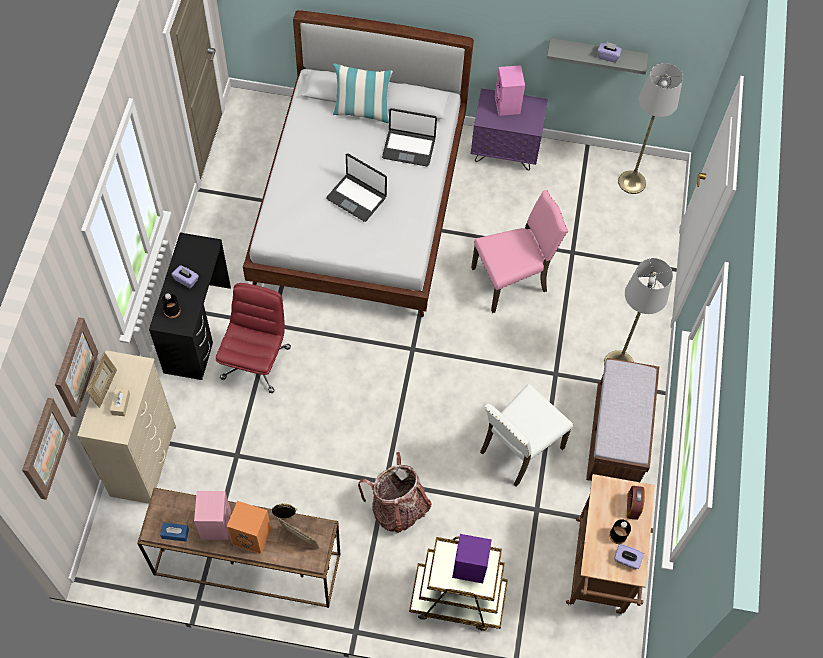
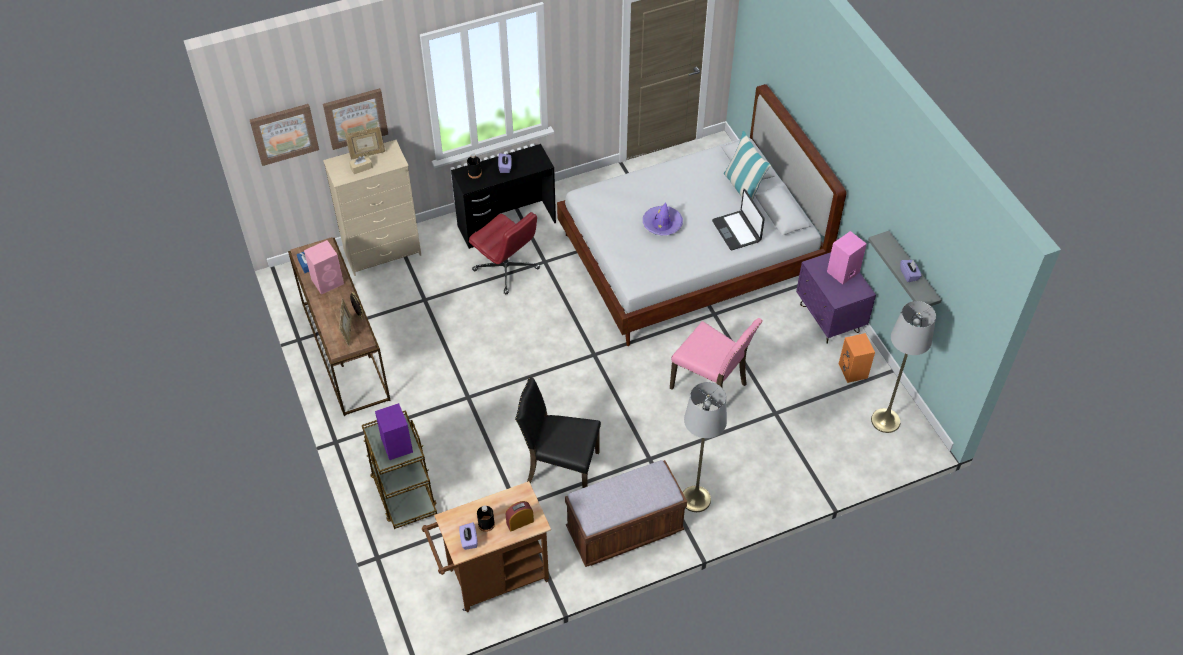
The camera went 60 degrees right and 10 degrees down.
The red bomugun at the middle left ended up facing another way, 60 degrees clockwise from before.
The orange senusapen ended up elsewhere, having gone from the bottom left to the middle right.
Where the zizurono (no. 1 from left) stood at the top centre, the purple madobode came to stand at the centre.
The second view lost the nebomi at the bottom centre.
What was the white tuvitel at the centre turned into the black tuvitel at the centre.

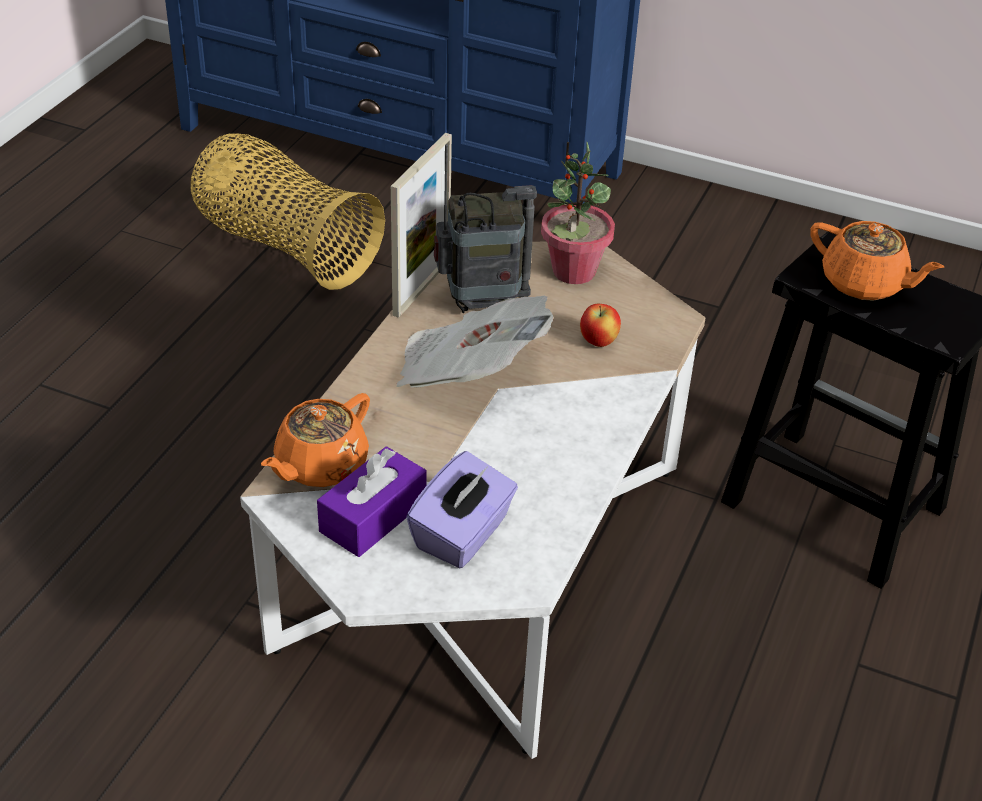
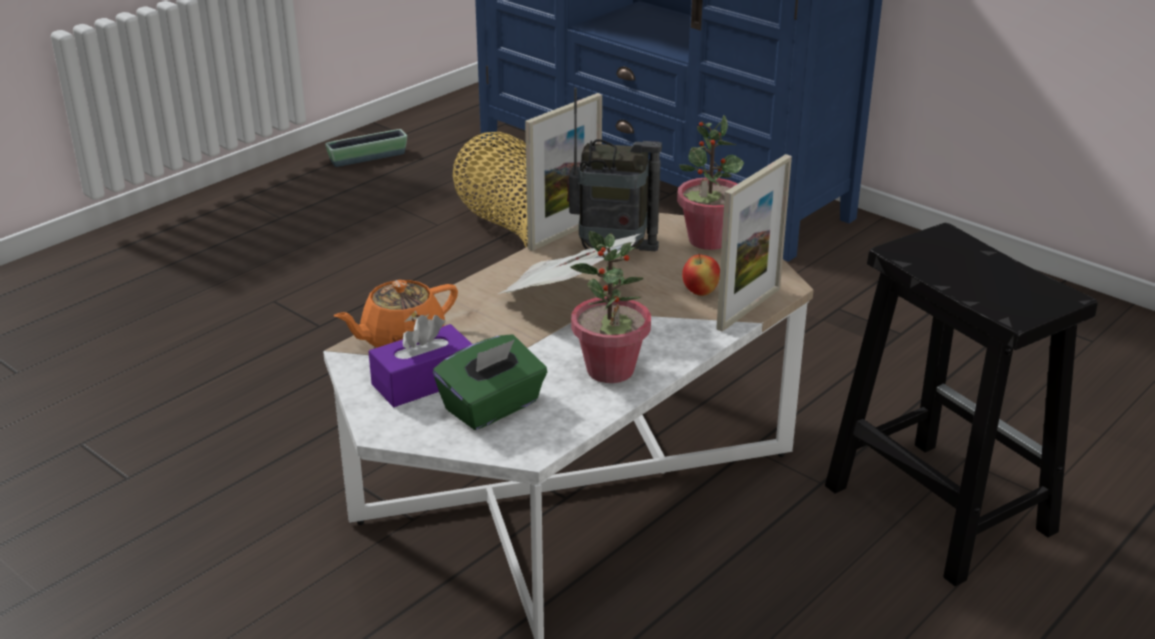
The camera went 20 degrees right and 10 degrees down.
What was the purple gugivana (no. 2 from left) at the centre turned into the green gugivana at the centre.
The second view lost the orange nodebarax (no. 2 from left) at the top right.
The second view gained the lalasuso at the top left.
The second view gained the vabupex (no. 1 from left) at the centre.
The second view gained the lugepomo (no. 2 from left) at the centre.

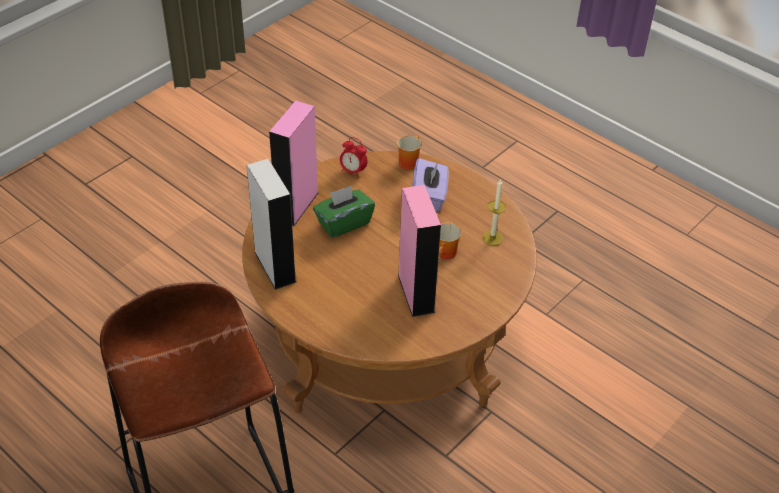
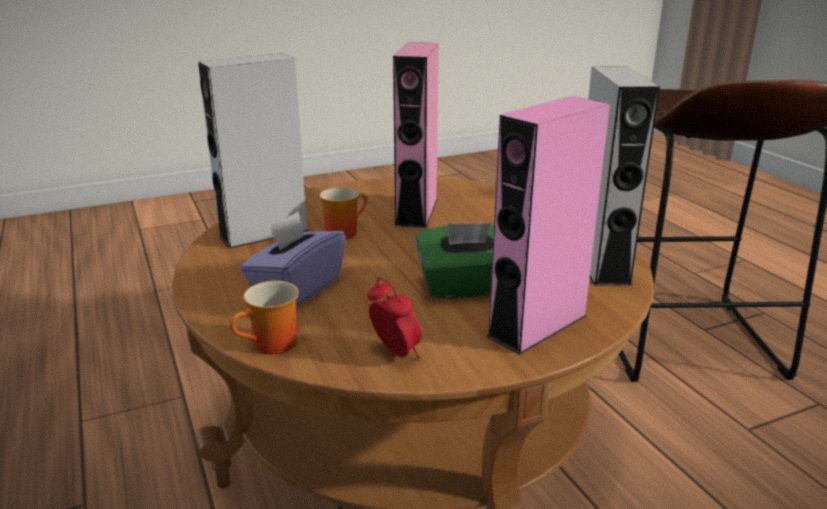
The camera went 155 degrees left and 20 degrees down.
Where the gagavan stood at the centre, the grey senusapen (no. 1 from left) came to stand at the top left.

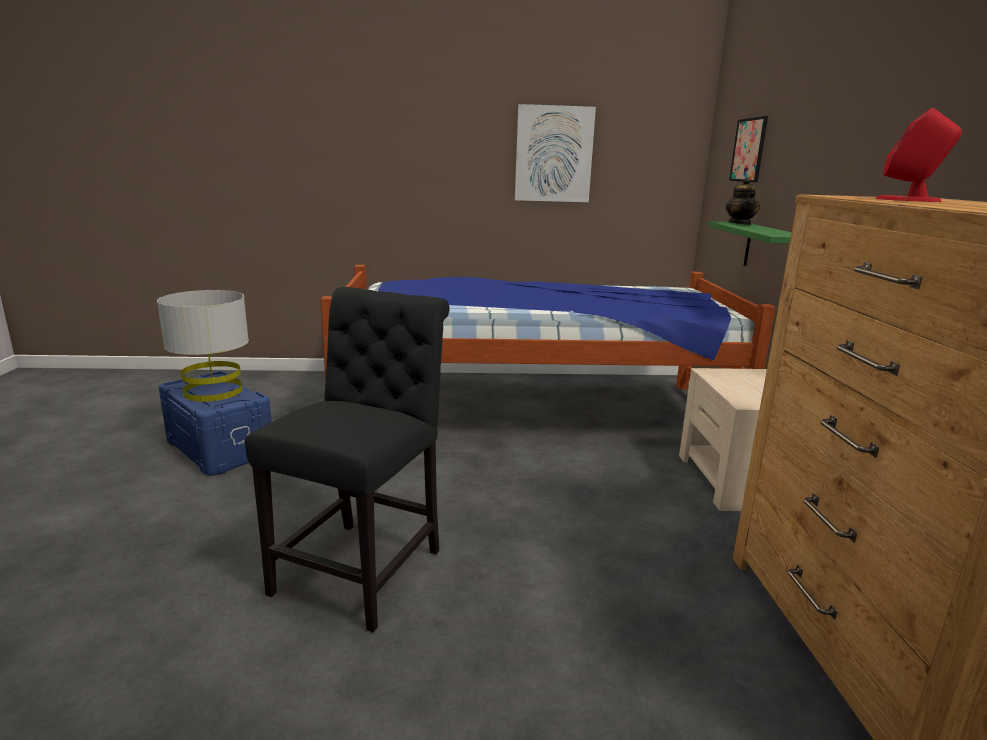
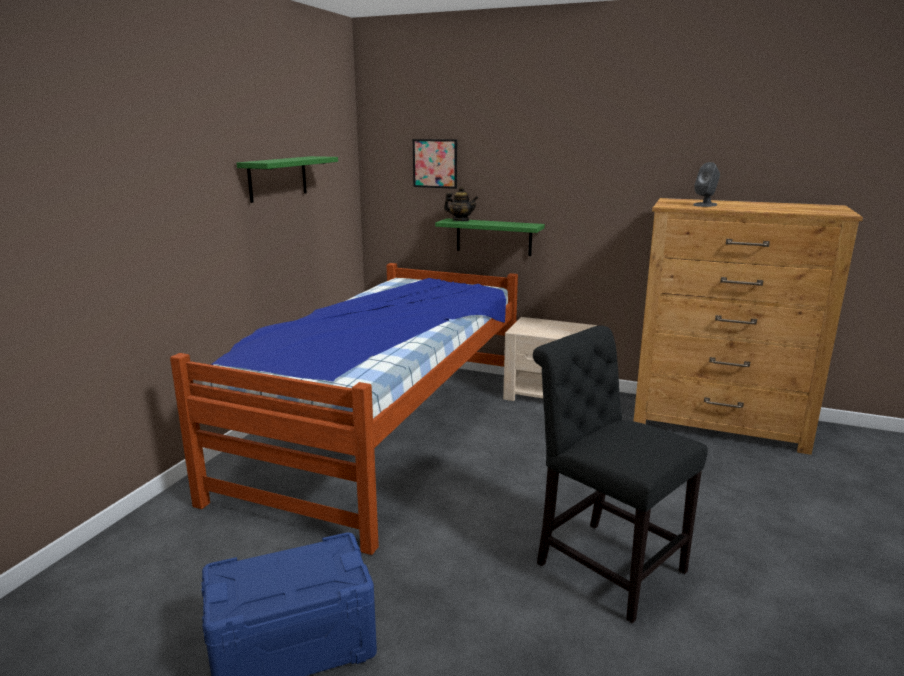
The camera went 65 degrees left and 0 degrees up.
The second view lost the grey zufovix at the middle left.
Where the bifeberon (no. 1 from left) hung at the top centre, the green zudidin (no. 1 from left) came to hang at the top left.
What was the red senusapen at the top right turned into the grey senusapen at the top right.

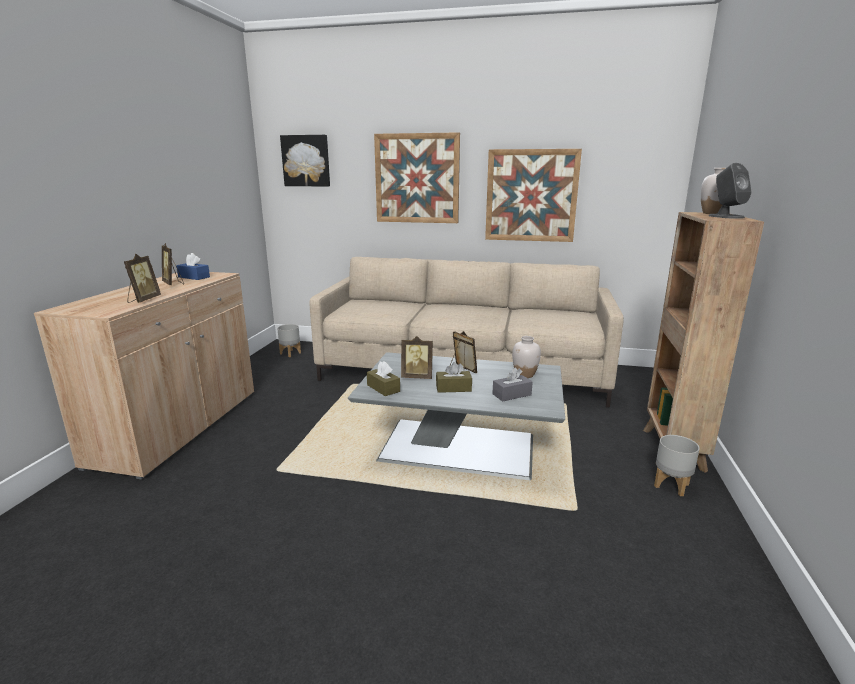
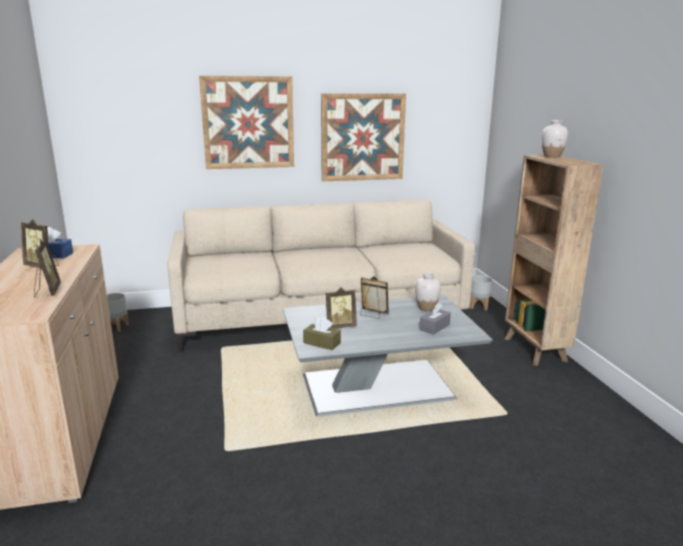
The camera went 25 degrees left and 0 degrees up.
The second view lost the bifeberon (no. 1 from left) at the top centre.
The second view lost the brown gugivana (no. 2 from left) at the centre.
The grey lalasuso (no. 2 from left) ended up elsewhere, having gone from the bottom right to the middle right.
The second view lost the grey senusapen at the top right.

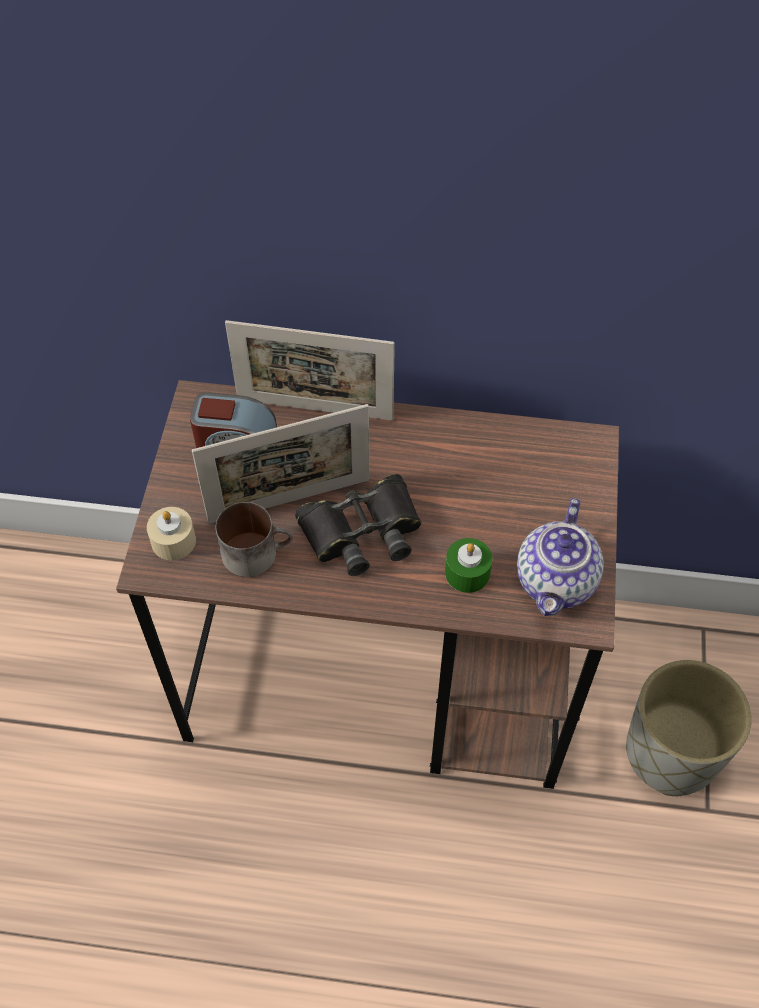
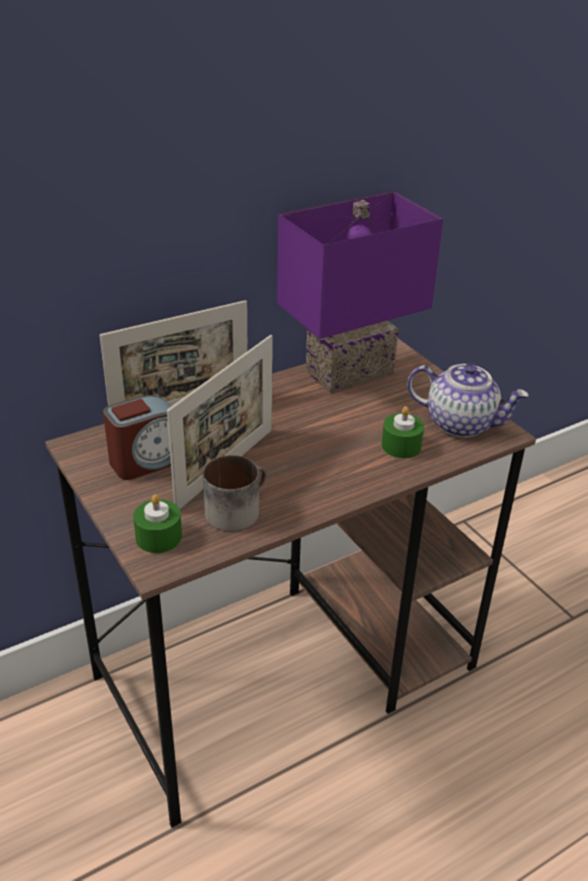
The camera went 40 degrees left and 20 degrees down.
What was the beige gagavan at the middle left turned into the green gagavan (no. 1 from left) at the middle left.
The second view lost the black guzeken at the centre.
The nodebarax at the middle right ended up facing another way, 45 degrees counterclockwise from before.
The second view lost the grey lalasuso at the bottom right.
The second view gained the purple zufovix at the top centre.

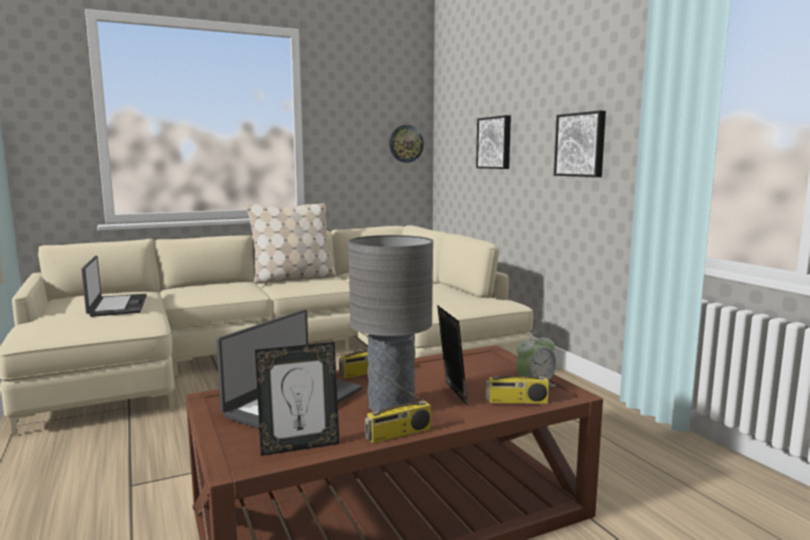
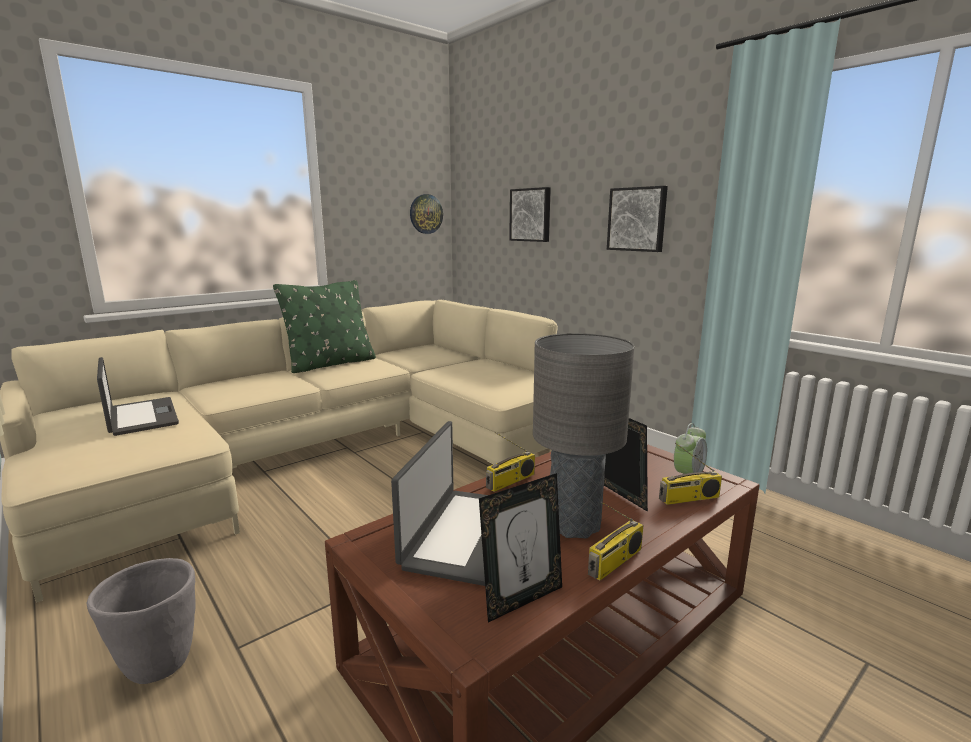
The camera went 15 degrees left and 5 degrees up.
What was the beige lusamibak at the centre turned into the green lusamibak at the centre.
The second view gained the grey lalasuso at the bottom left.

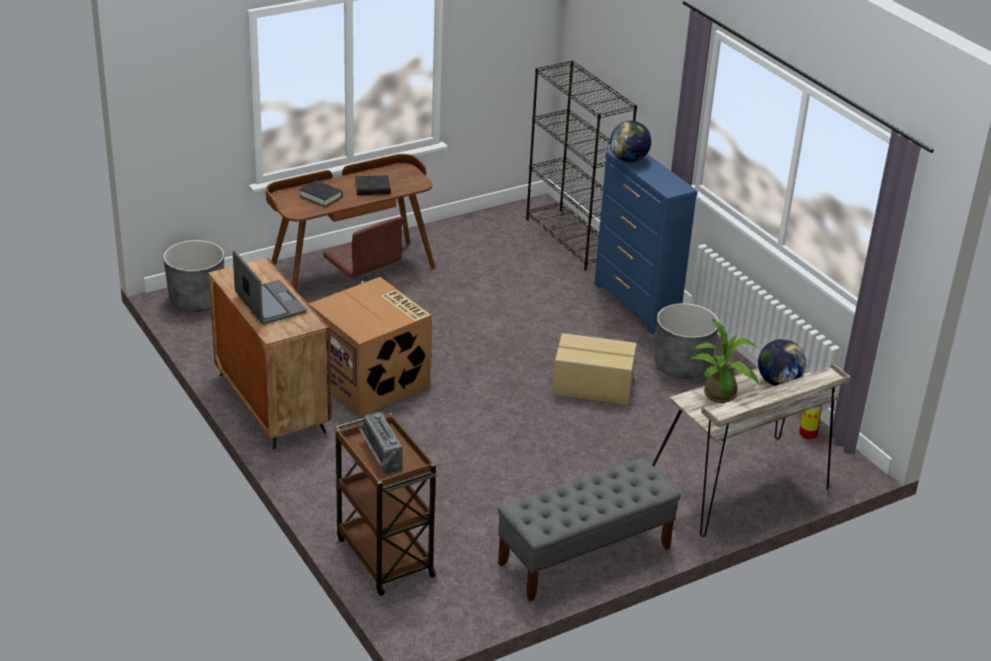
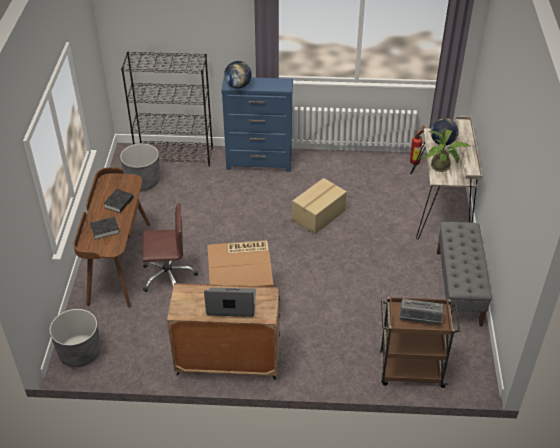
The camera went 55 degrees left and 10 degrees up.
The grey lalasuso (no. 2 from left) ended up elsewhere, having gone from the middle right to the middle left.

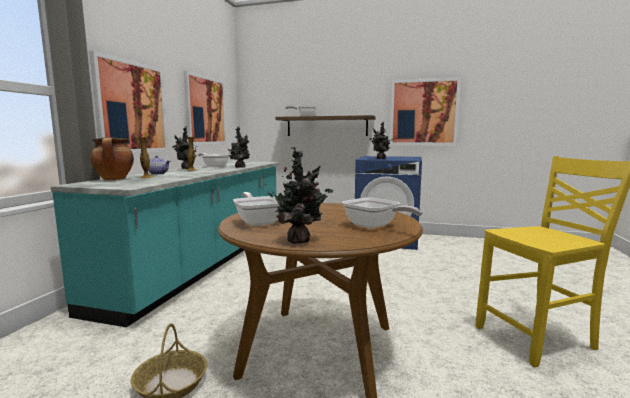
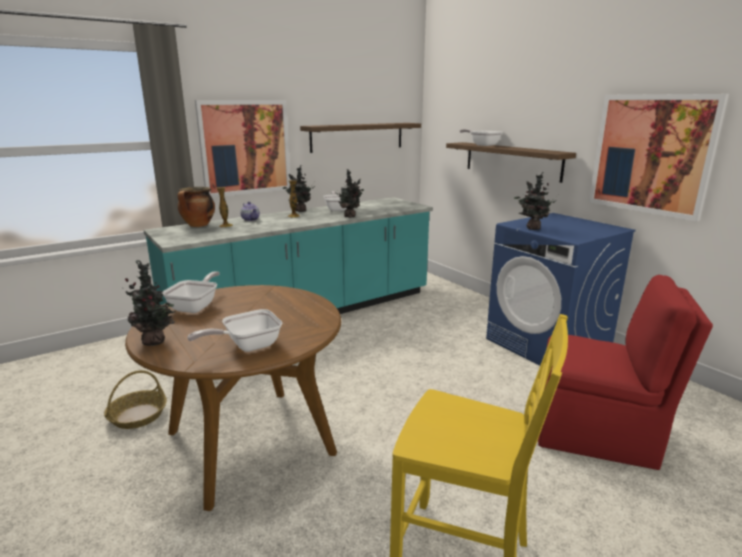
The camera went 40 degrees right and 10 degrees up.
Where the bifeberon (no. 2 from left) hung at the top left, the zudidin (no. 1 from left) came to hang at the top centre.
The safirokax (no. 4 from left in the first image) at the centre ended up facing another way, 60 degrees clockwise from before.
The second view gained the red tuvitel at the bottom right.

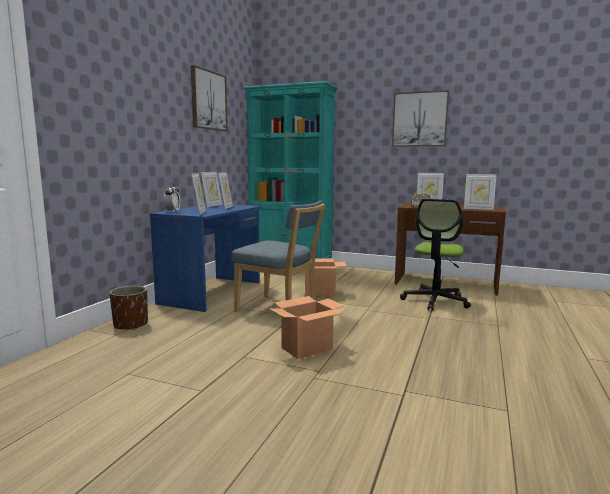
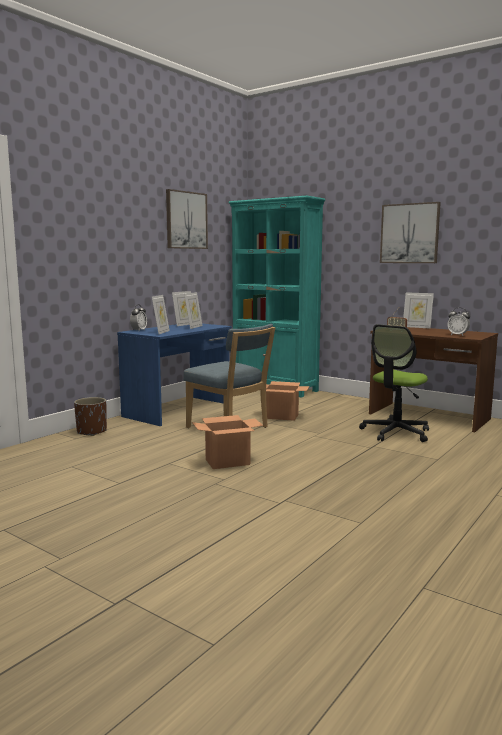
The camera went 15 degrees right and 0 degrees up.
Where the lugepomo (no. 5 from left) stood at the middle right, the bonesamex (no. 2 from left) came to stand at the middle right.

